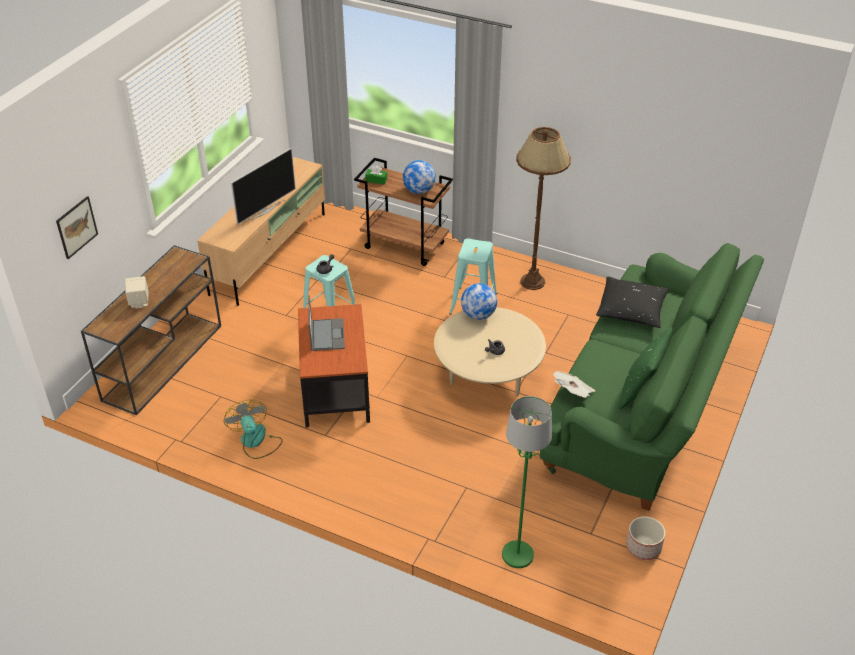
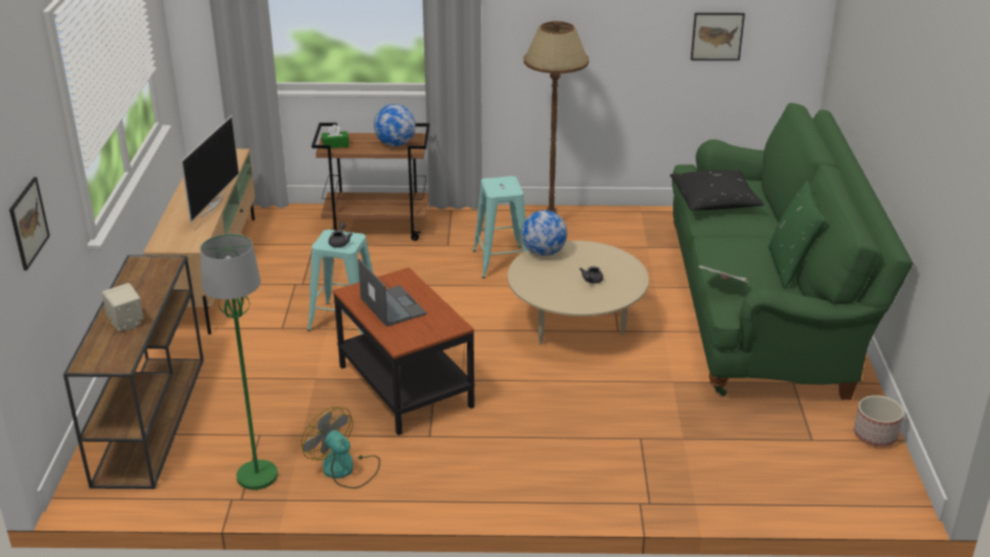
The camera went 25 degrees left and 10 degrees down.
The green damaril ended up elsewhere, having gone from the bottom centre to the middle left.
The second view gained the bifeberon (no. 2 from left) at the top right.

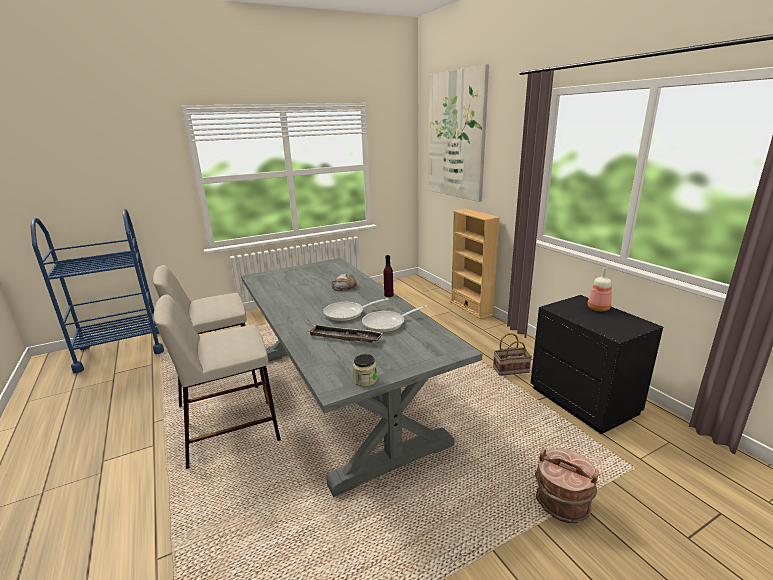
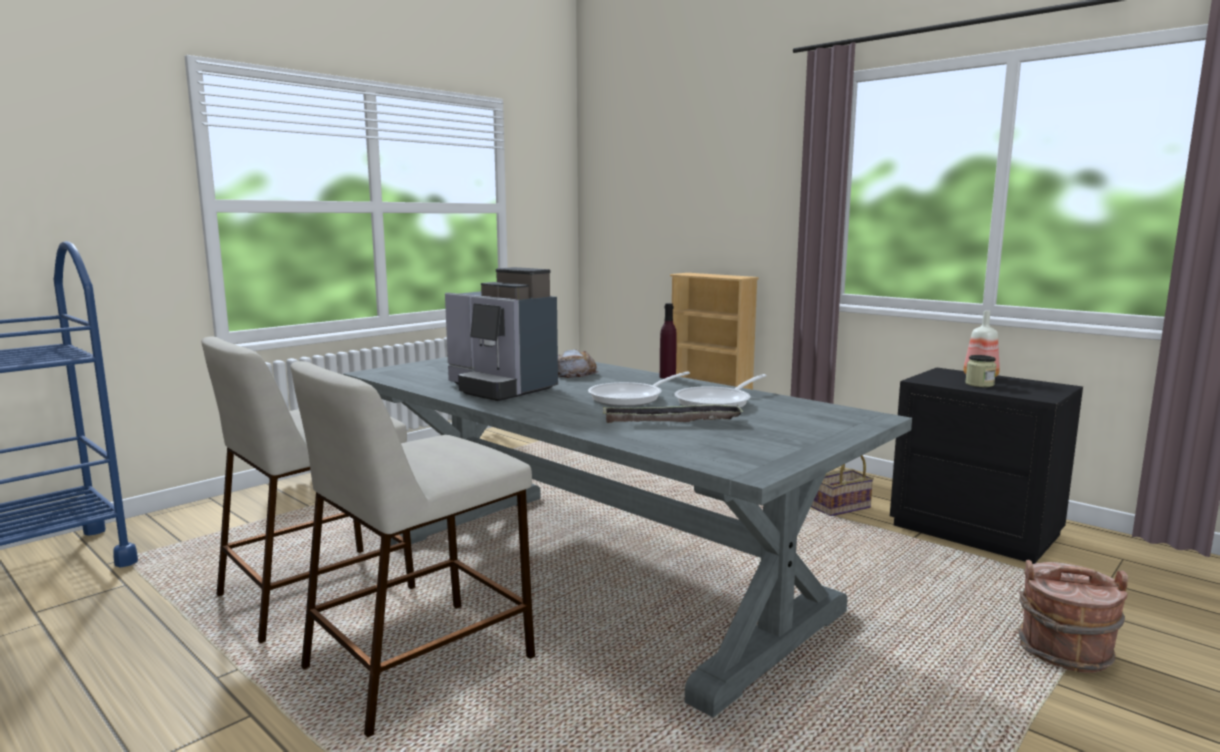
The camera went 20 degrees left and 10 degrees down.
The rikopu ended up elsewhere, having gone from the centre to the middle right.
The second view lost the bifeberon at the top centre.
The second view gained the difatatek at the centre.

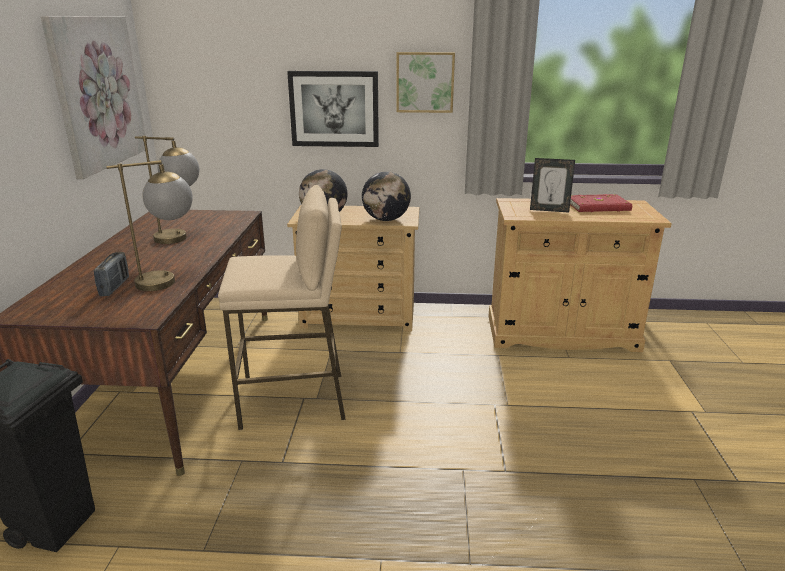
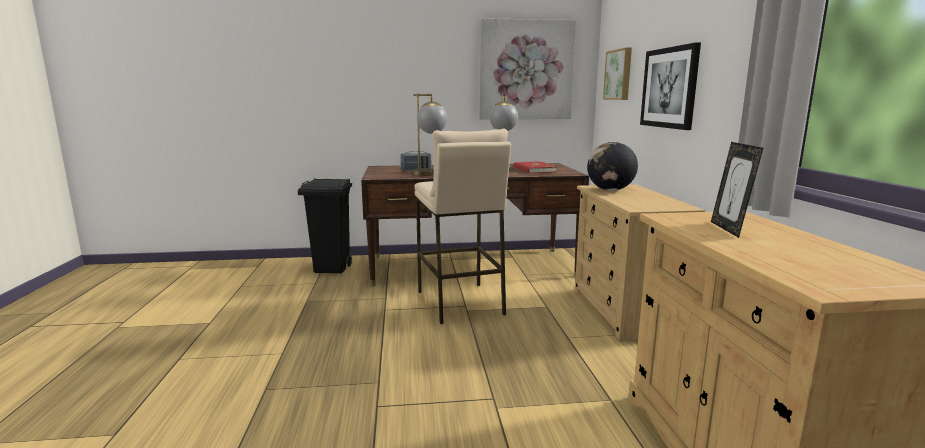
The camera went 80 degrees right and 10 degrees down.
The second view lost the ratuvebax (no. 2 from left) at the centre.
The bifeberon (no. 3 from left in the first image) ended up elsewhere, having gone from the top centre to the top right.
The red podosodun ended up elsewhere, having gone from the middle right to the centre.

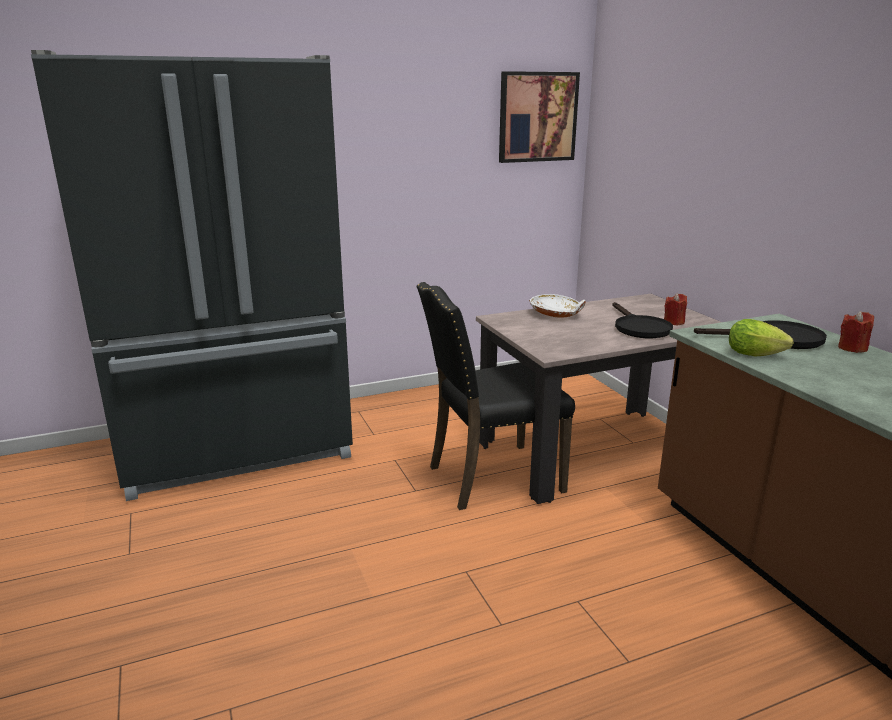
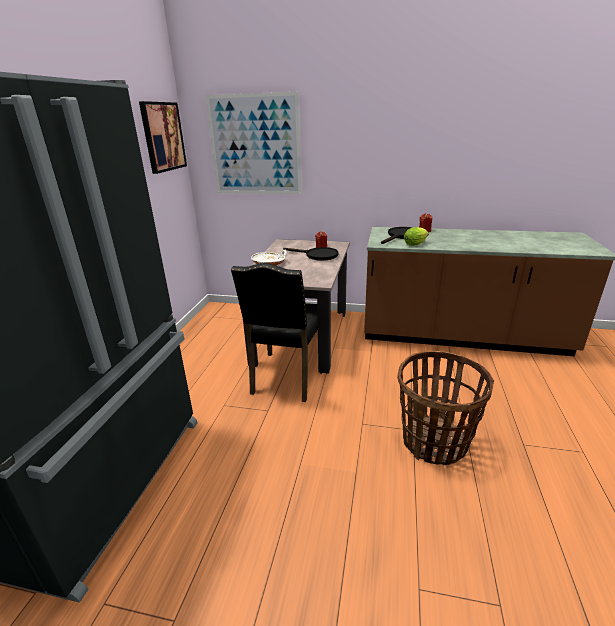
The camera went 55 degrees left and 5 degrees up.
The second view gained the bifeberon (no. 2 from left) at the top centre.
The second view gained the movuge at the middle right.

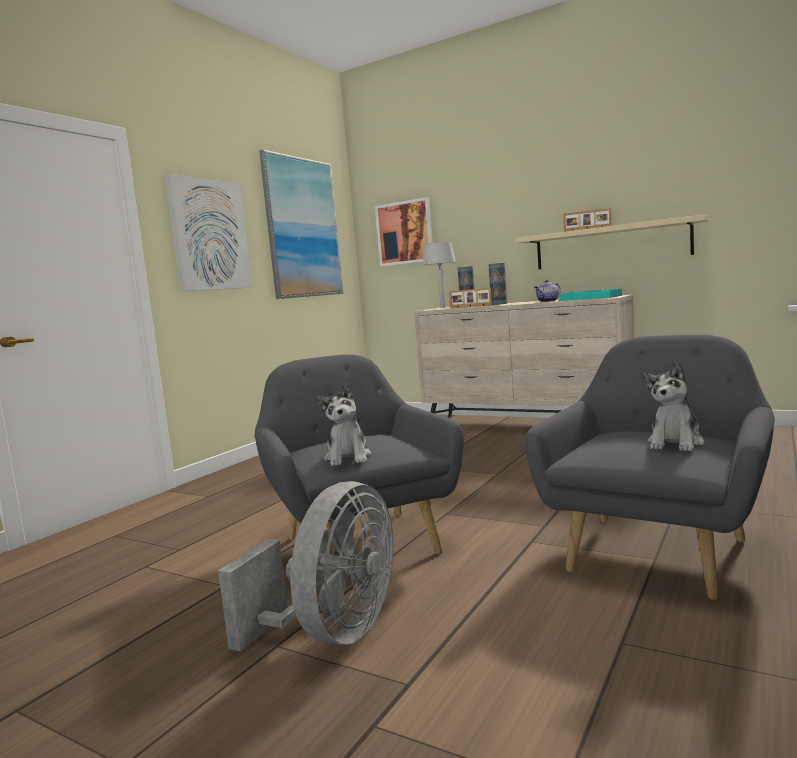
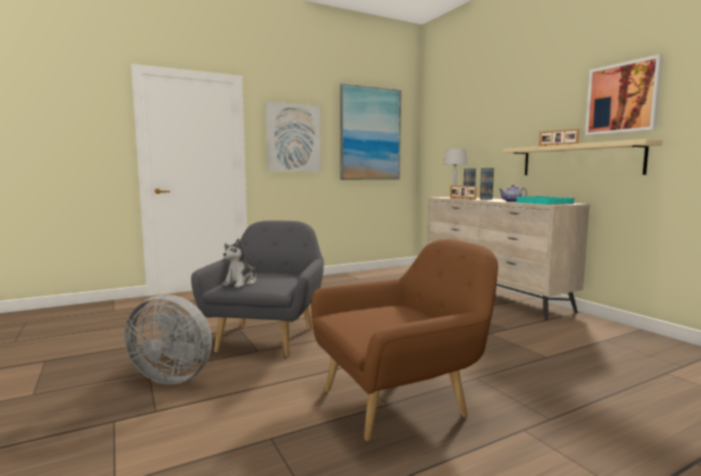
The camera went 30 degrees right and 0 degrees up.
The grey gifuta at the bottom centre ended up facing another way, 45 degrees clockwise from before.
The bifeberon (no. 3 from left) ended up elsewhere, having gone from the top centre to the top right.
What was the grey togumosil (no. 2 from left) at the middle right turned into the brown togumosil at the bottom centre.
The second view lost the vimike (no. 2 from left) at the middle right.

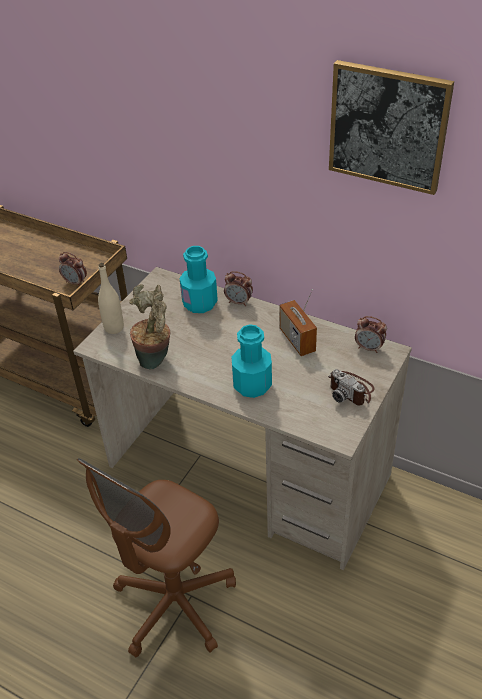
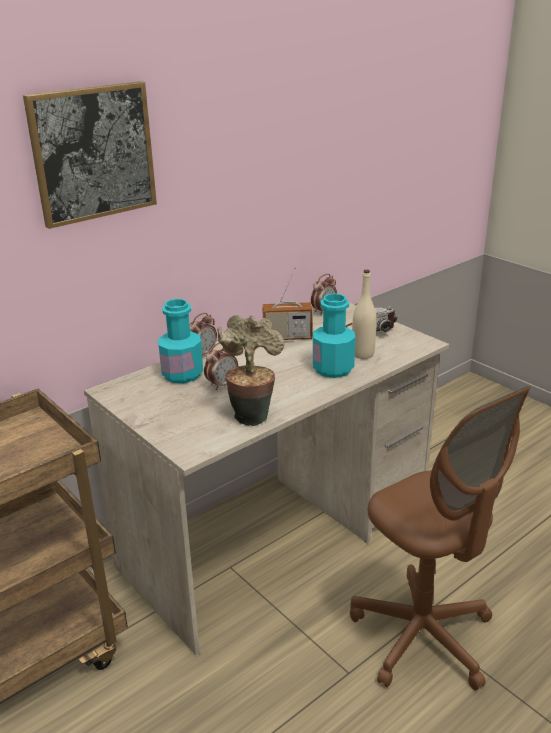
The camera went 70 degrees left and 15 degrees down.
The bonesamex (no. 1 from left in the first image) ended up elsewhere, having gone from the middle left to the centre.
The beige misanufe ended up elsewhere, having gone from the middle left to the centre.
The bifeberon ended up elsewhere, having gone from the top right to the top left.

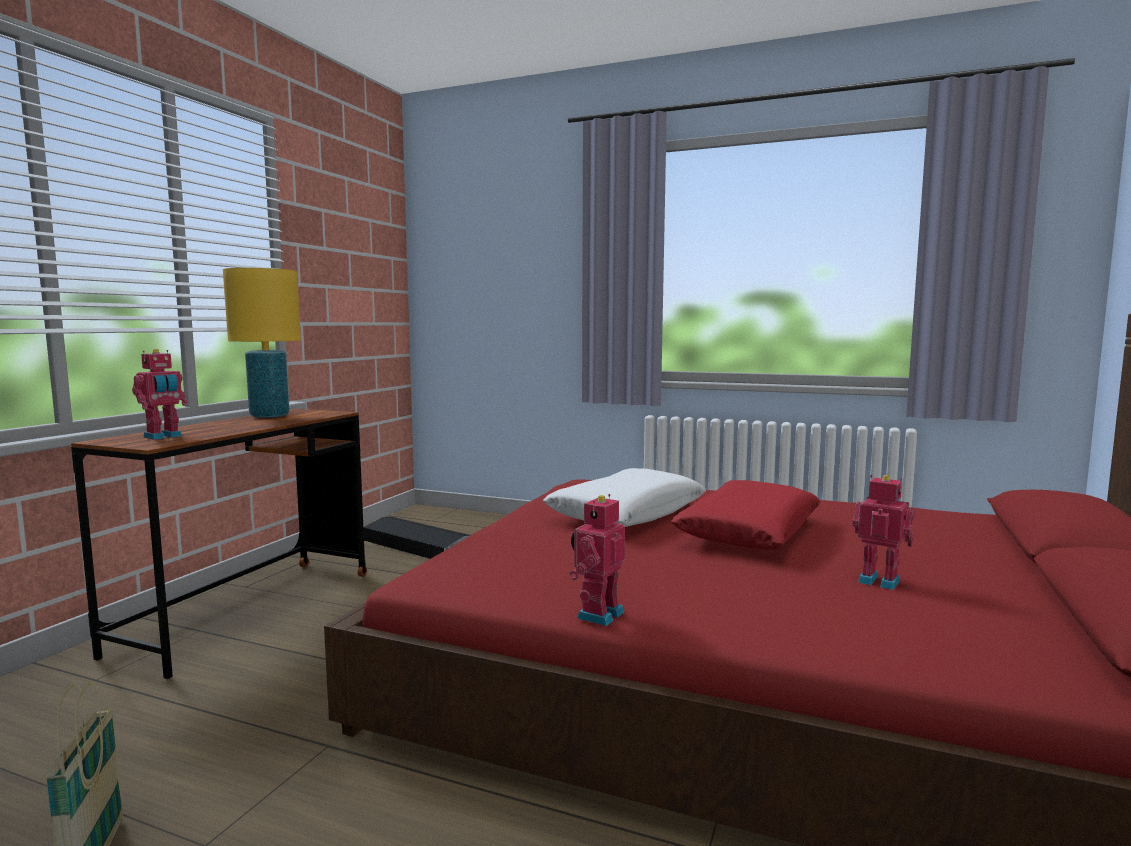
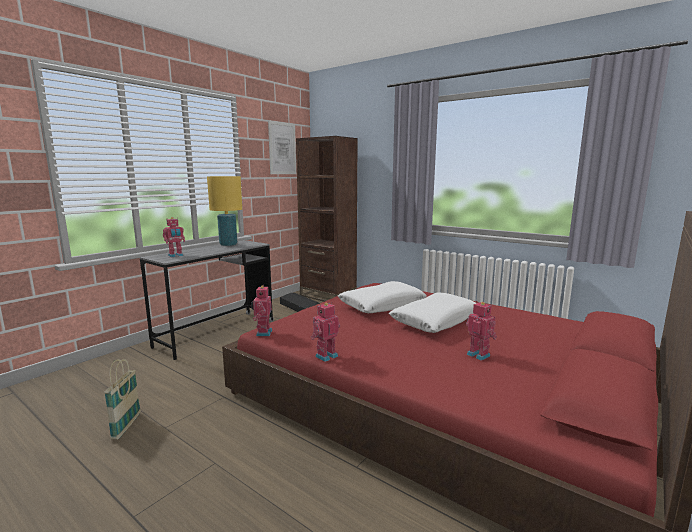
The camera went 15 degrees right and 5 degrees up.
What was the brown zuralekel at the middle left turned into the grey zuralekel at the middle left.
What was the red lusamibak at the centre turned into the white lusamibak (no. 2 from left) at the centre.
The second view gained the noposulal (no. 2 from left) at the centre.
The second view gained the bifeberon at the top centre.
The second view gained the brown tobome at the centre.

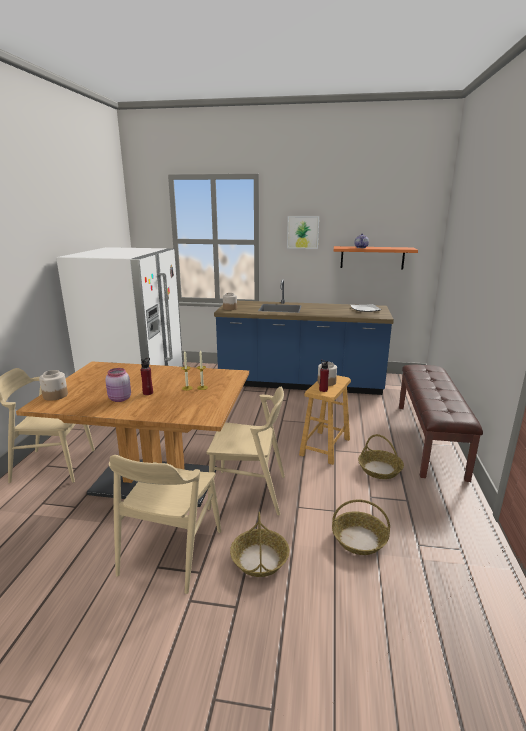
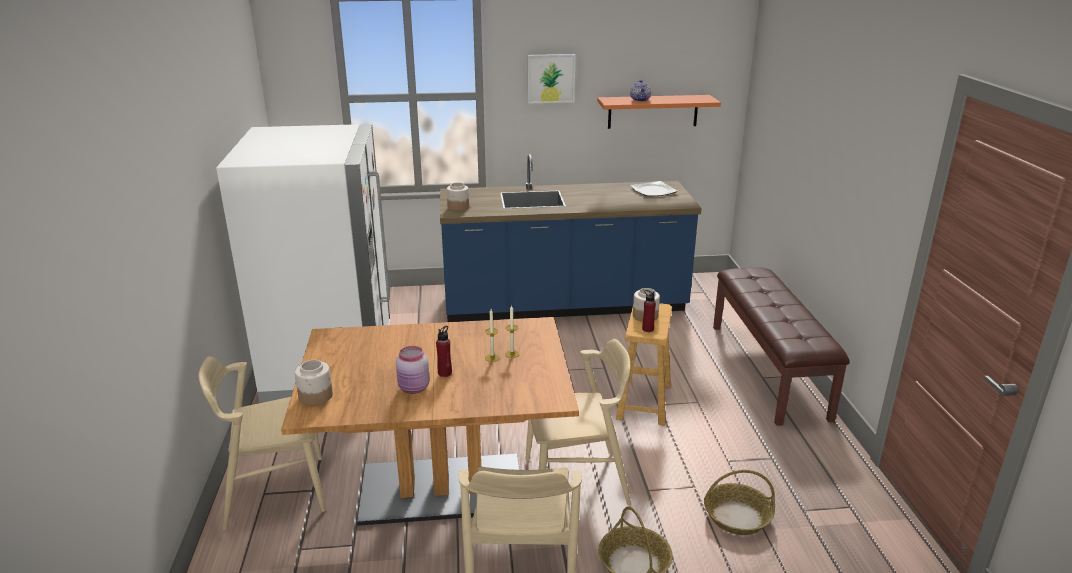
The camera went 15 degrees left and 5 degrees up.
The second view lost the movuge (no. 3 from left) at the middle right.

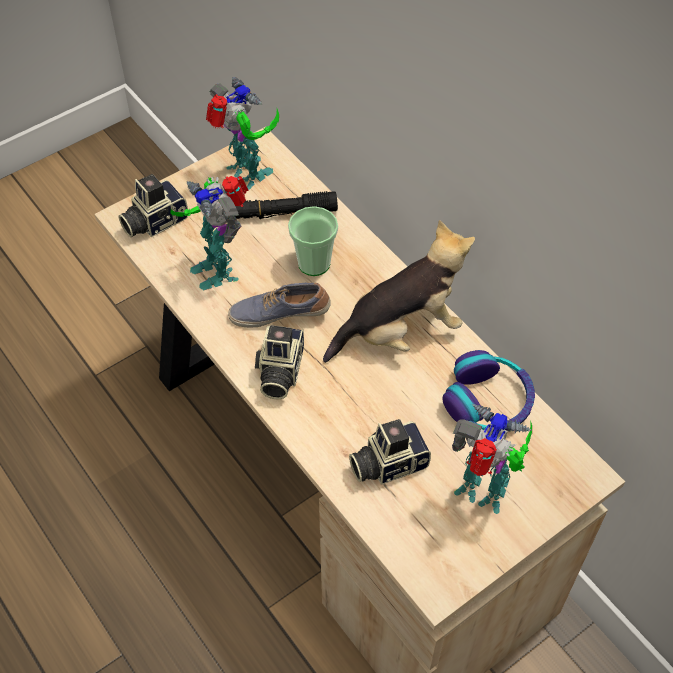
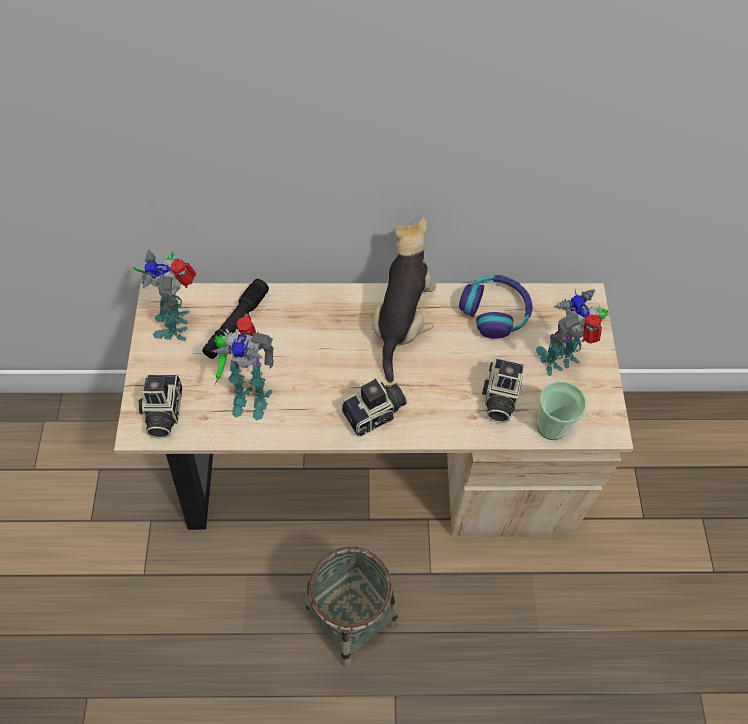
The camera went 55 degrees left and 5 degrees up.
The noposulal (no. 2 from left in the first image) at the top centre ended up facing another way, 90 degrees counterclockwise from before.
The second view lost the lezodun at the centre.
The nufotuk (no. 2 from left) at the centre ended up facing another way, 75 degrees counterclockwise from before.
The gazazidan ended up elsewhere, having gone from the centre to the middle right.
The second view gained the movuge at the bottom centre.

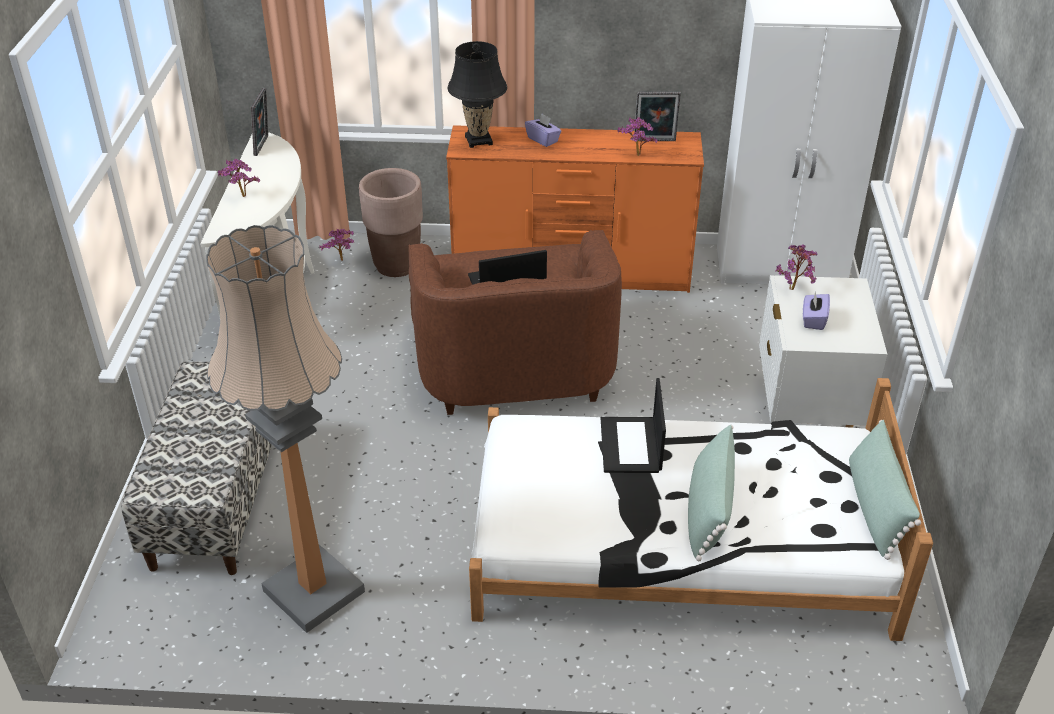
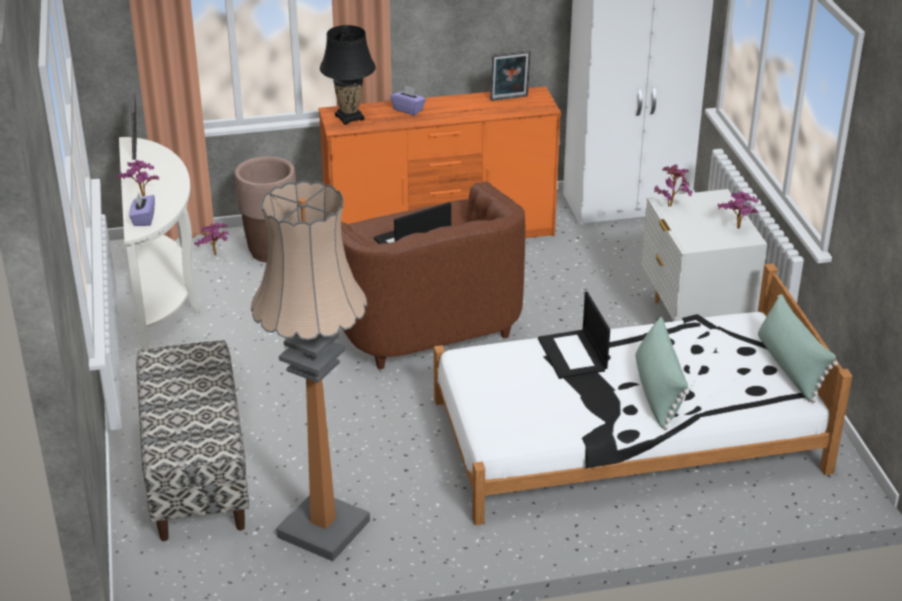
The camera went 15 degrees left and 5 degrees down.
The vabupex (no. 3 from left in the first image) ended up elsewhere, having gone from the top centre to the middle right.
The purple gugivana (no. 2 from left in the first image) ended up elsewhere, having gone from the middle right to the middle left.

